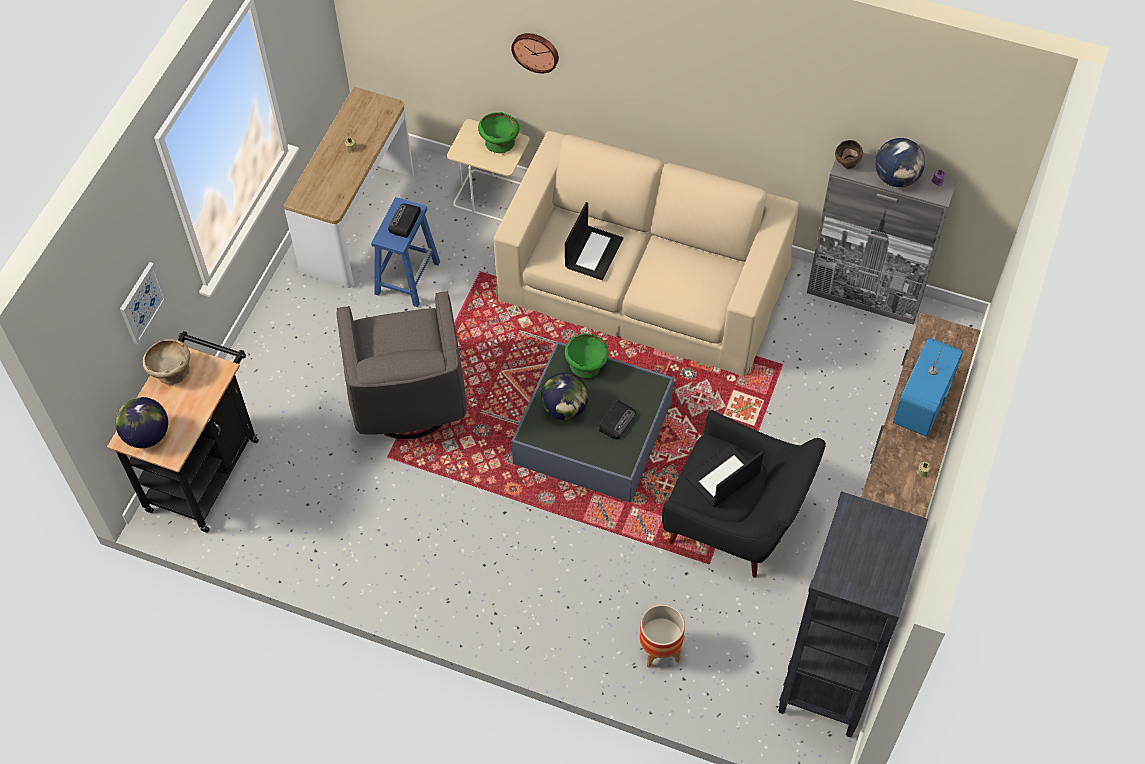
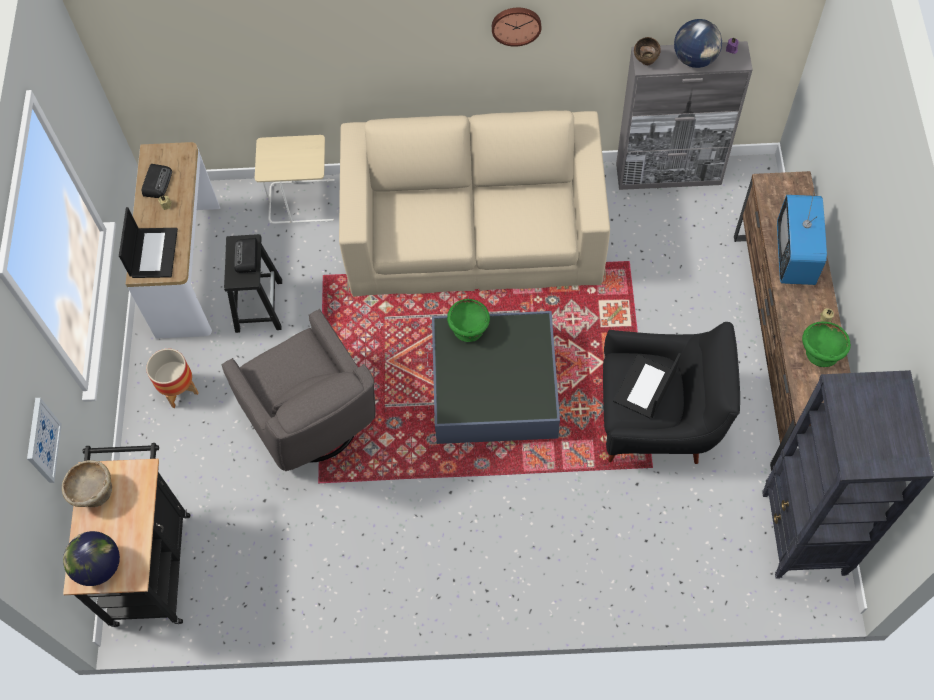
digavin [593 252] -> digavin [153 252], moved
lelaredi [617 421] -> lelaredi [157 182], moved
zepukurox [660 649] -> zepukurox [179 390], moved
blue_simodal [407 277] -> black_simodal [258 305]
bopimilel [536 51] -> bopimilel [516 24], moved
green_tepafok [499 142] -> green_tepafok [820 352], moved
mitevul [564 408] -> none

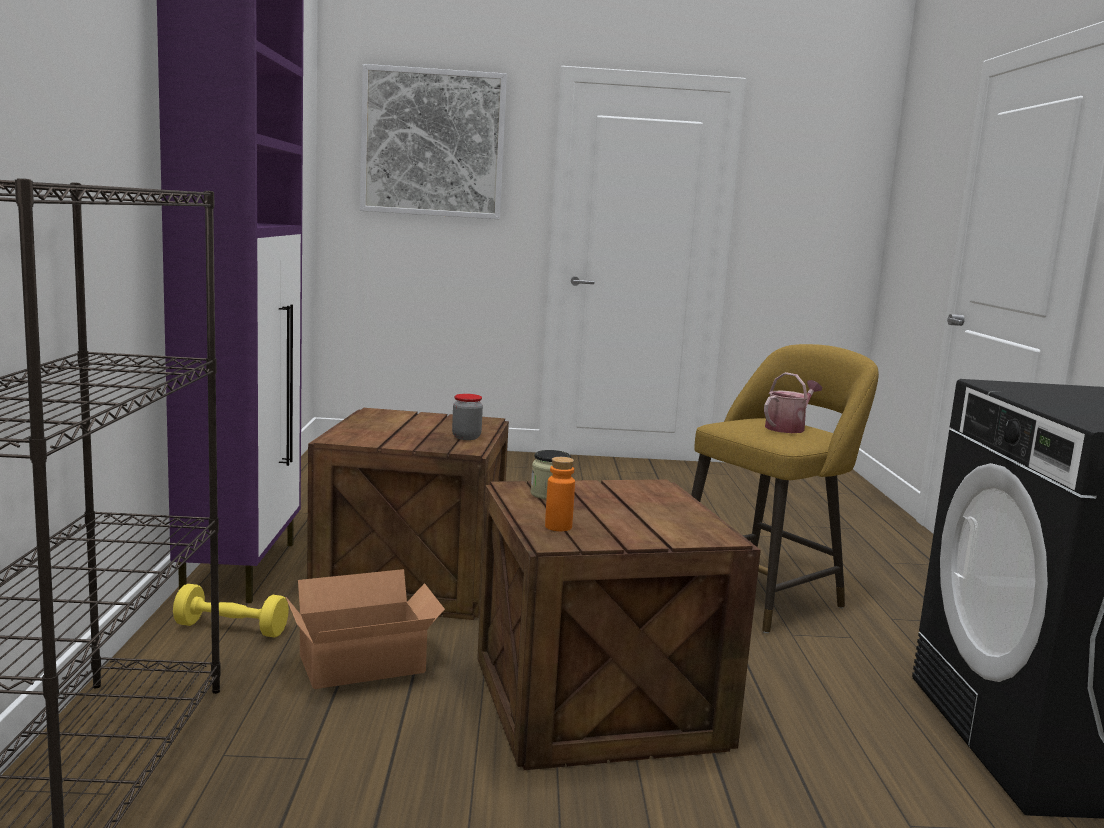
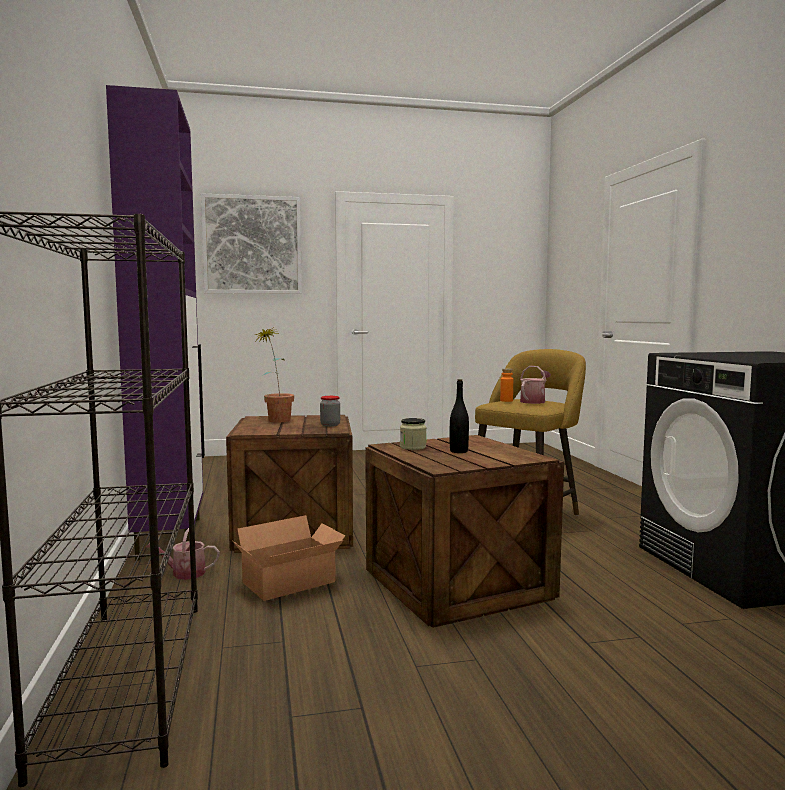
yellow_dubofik [231 629] -> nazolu [184 573]
none -> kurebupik [276 419]
none -> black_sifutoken [458 451]
orange_sifutoken [558 527] -> orange_sifutoken [506 401], moved

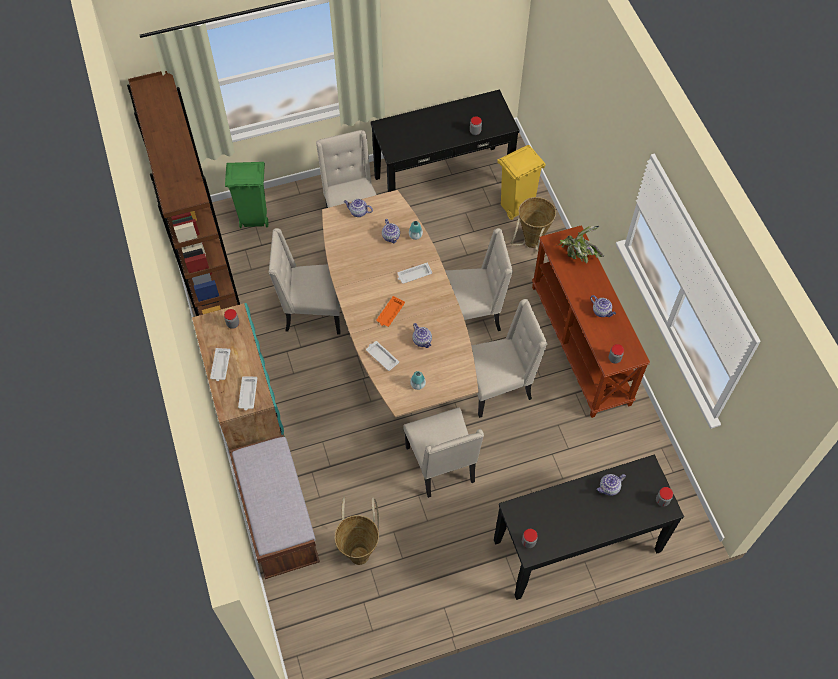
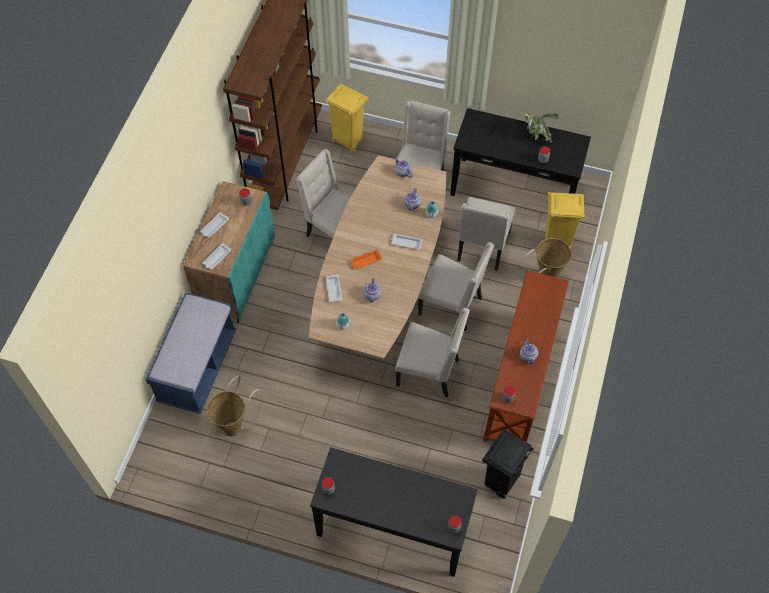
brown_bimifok [278 520] -> blue_bimifok [197 367]
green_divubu [254 219] -> yellow_divubu [347 140]
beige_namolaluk [442 465] -> beige_namolaluk [482 247], moved
none -> black_divubu [500 482]
kurebupik [577 255] -> kurebupik [536 133], moved
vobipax [608 488] -> none

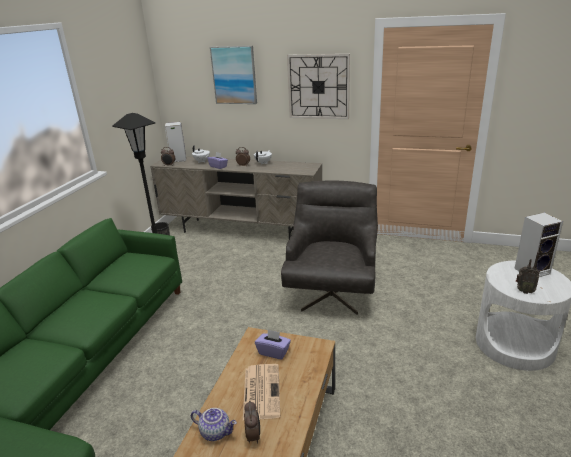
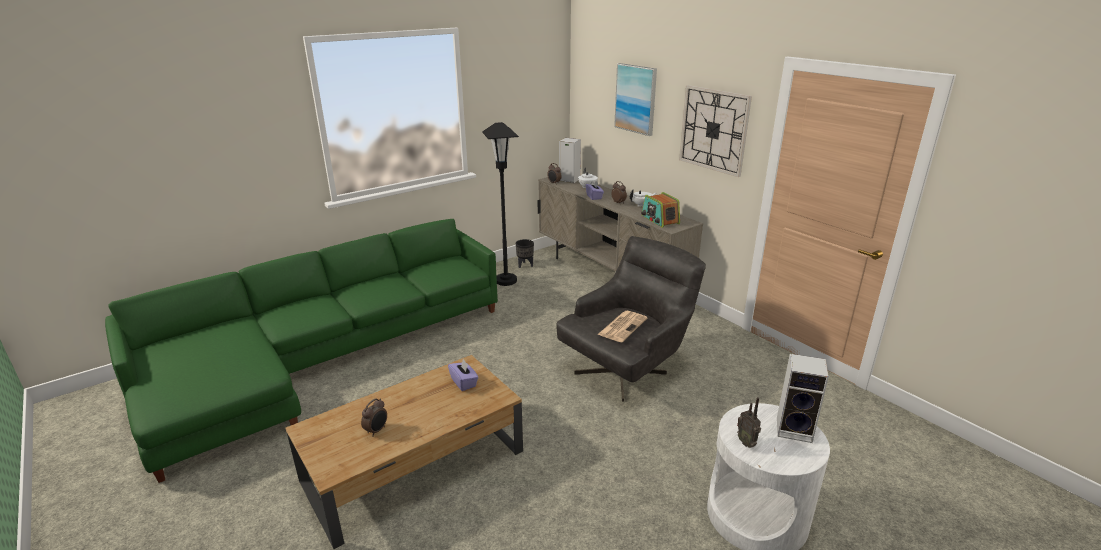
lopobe [261 391] -> lopobe [622 326], moved
none -> lelaredi [659 220]
vobipax [216 432] -> none

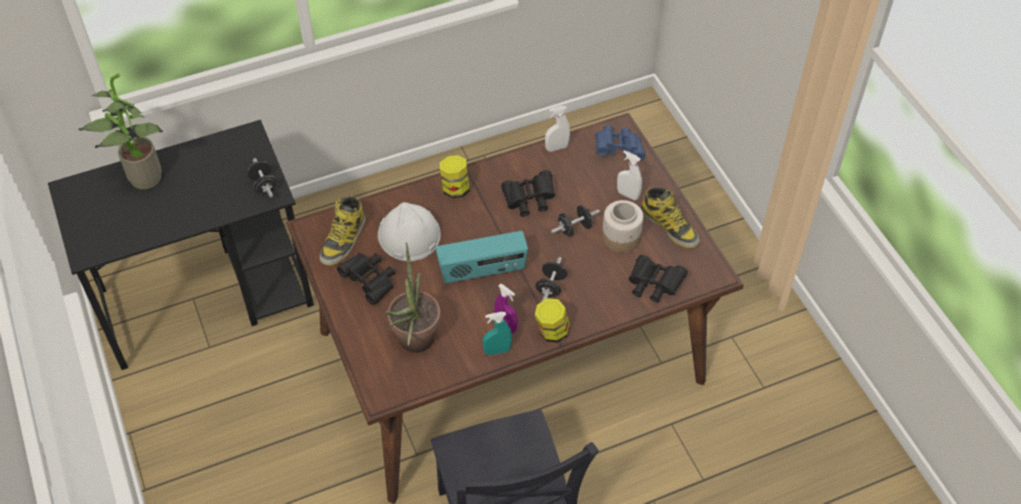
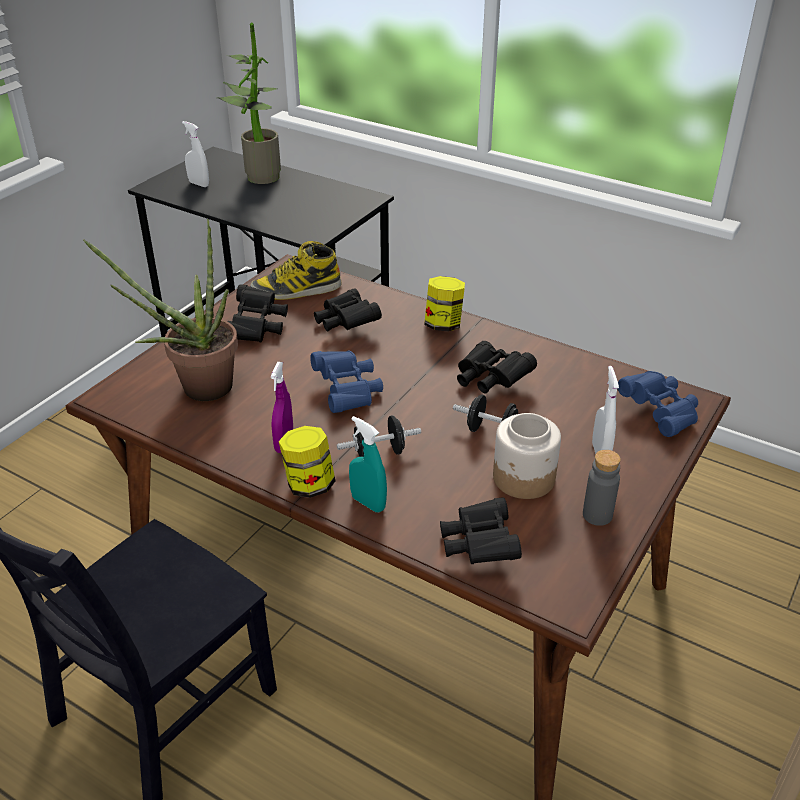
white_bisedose [556 148] -> white_bisedose [199 184], moved
lelaredi [482 271] -> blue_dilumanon [348 391]
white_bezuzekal [409 235] -> black_dilumanon [346 323]
turquoise_bisedose [497 351] -> turquoise_bisedose [368 503], moved
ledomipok [669 226] -> grey_sifutoken [597 515]
black_dubofik [264 185] -> none

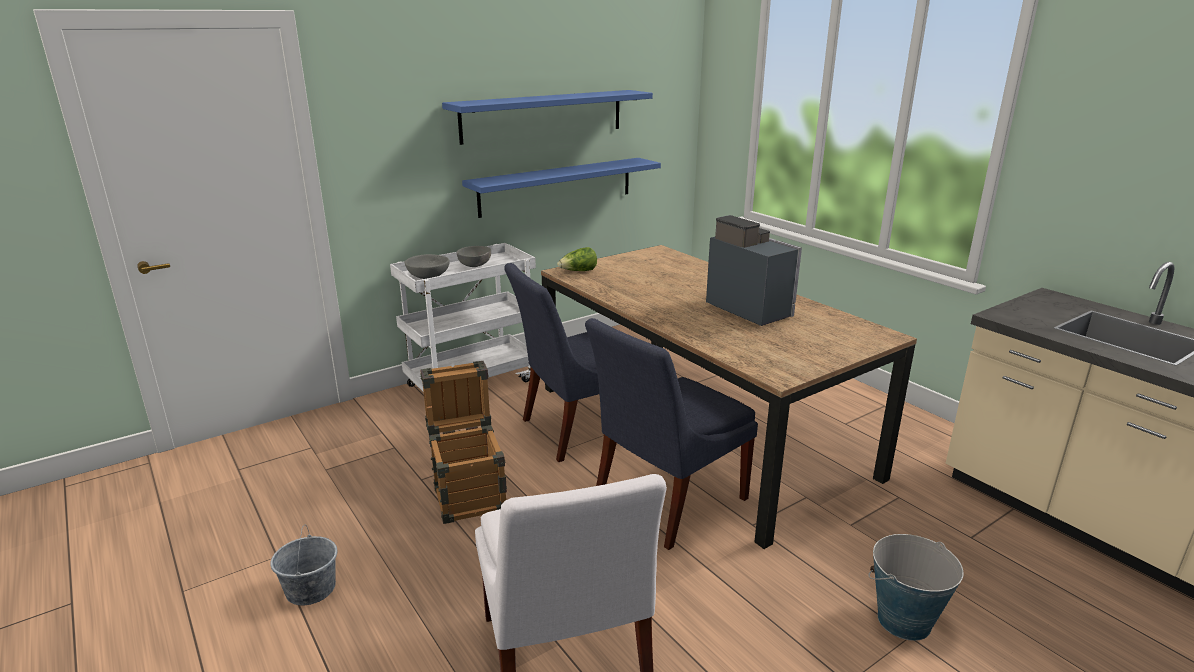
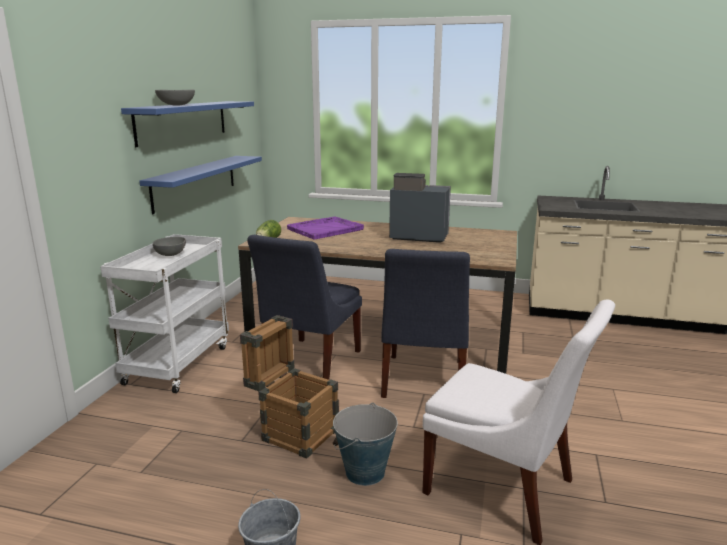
grey_tepafok [429 276] -> grey_tepafok [177 105], moved
none -> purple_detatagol [326 229]
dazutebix [903 621] -> dazutebix [365 472], moved

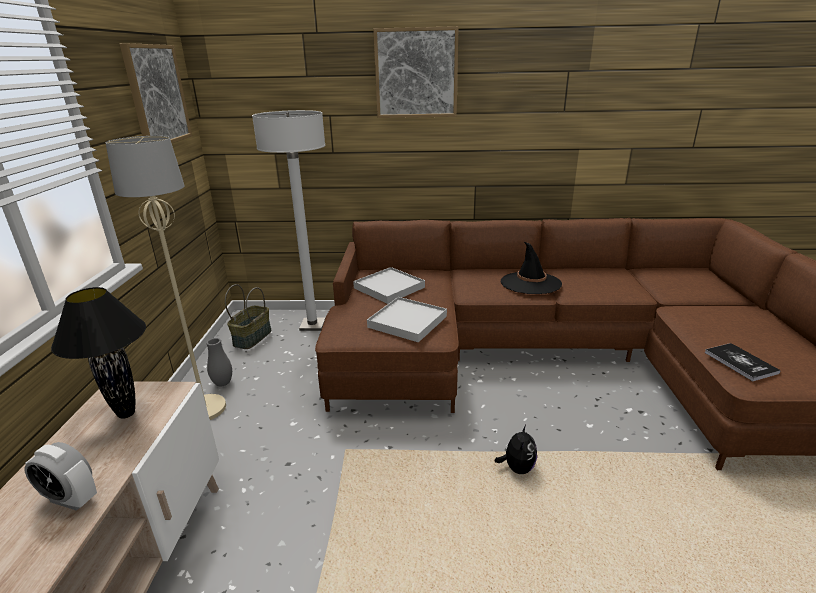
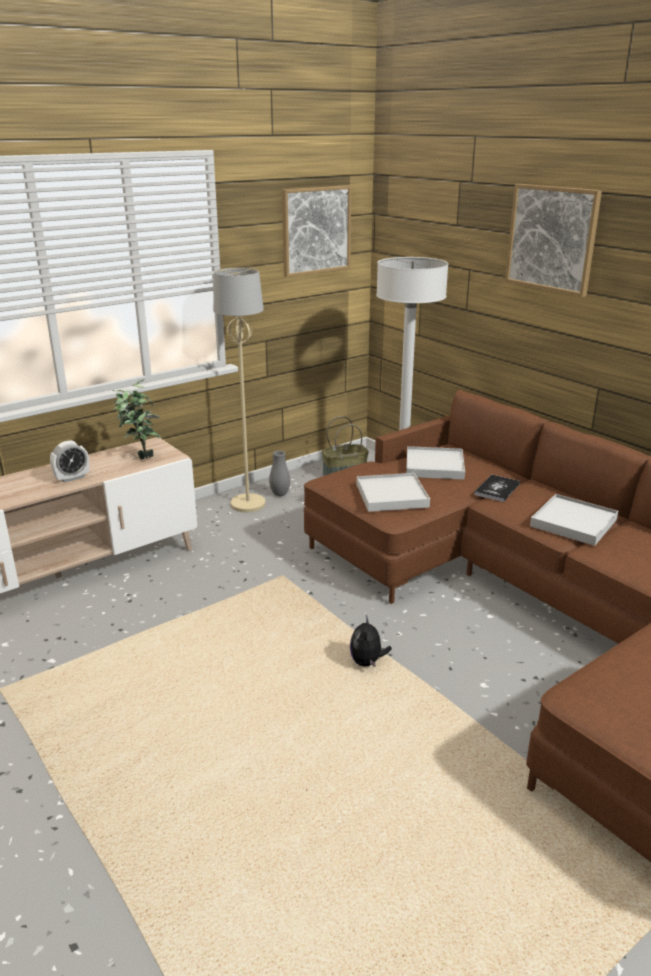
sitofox [71 499] -> sitofox [72 478], 105 degrees counterclockwise
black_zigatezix [126 413] -> kurebupik [140 456]
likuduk [517 468] -> likuduk [367 662], 120 degrees clockwise
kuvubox [740 362] -> kuvubox [497 489], moved
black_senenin [530 283] -> white_detatagol [573 523]

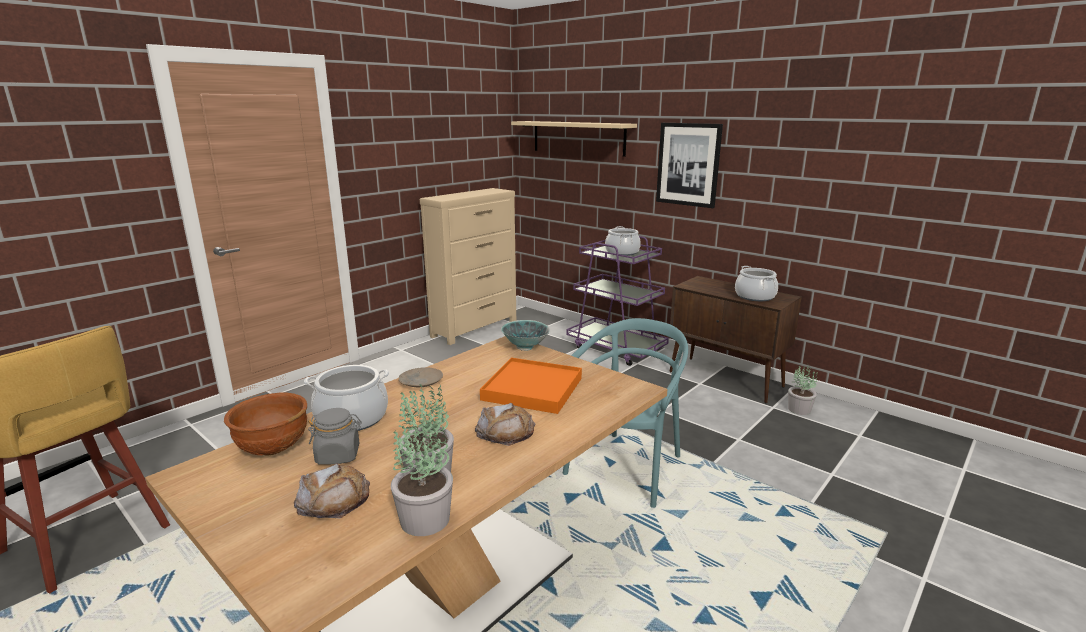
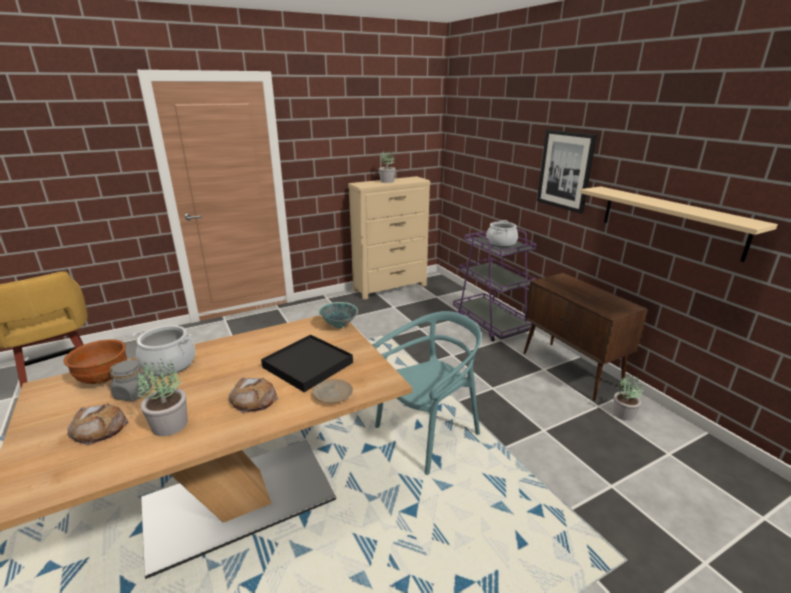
orange_detatagol [533 389] -> black_detatagol [308 365]
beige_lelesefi [420 382] -> beige_lelesefi [332 395], moved
kurebupik [425 520] -> kurebupik [387 181], moved
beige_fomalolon [578 137] -> beige_fomalolon [670 221], moved
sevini [754 296] -> none

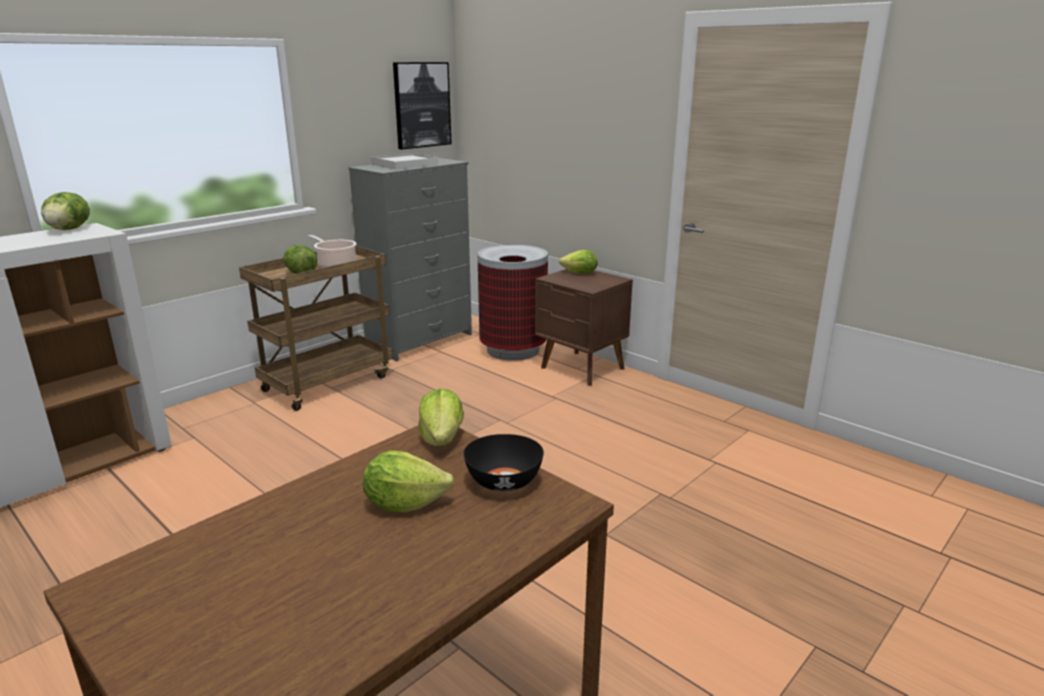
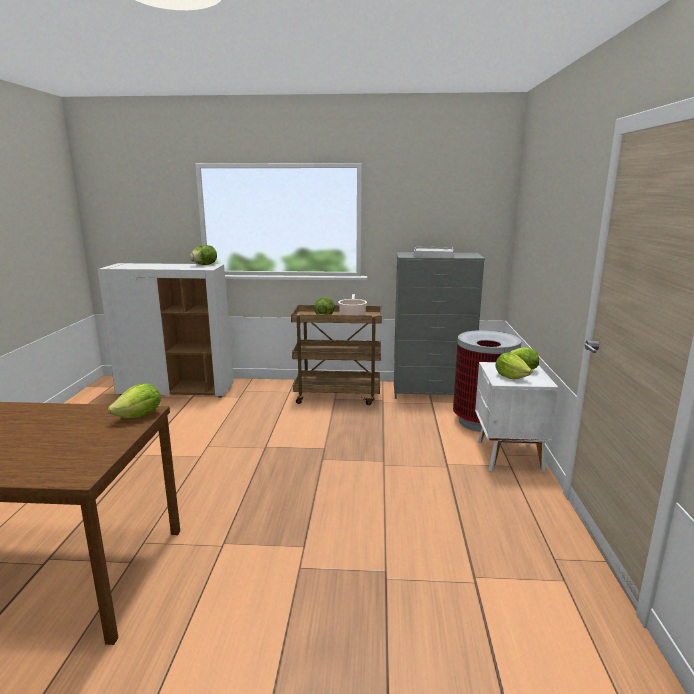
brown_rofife [582 369] -> white_rofife [508 457]
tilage [404 503] -> tilage [511 377], moved
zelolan [421 105] -> none
black_tepafok [503 481] -> none

